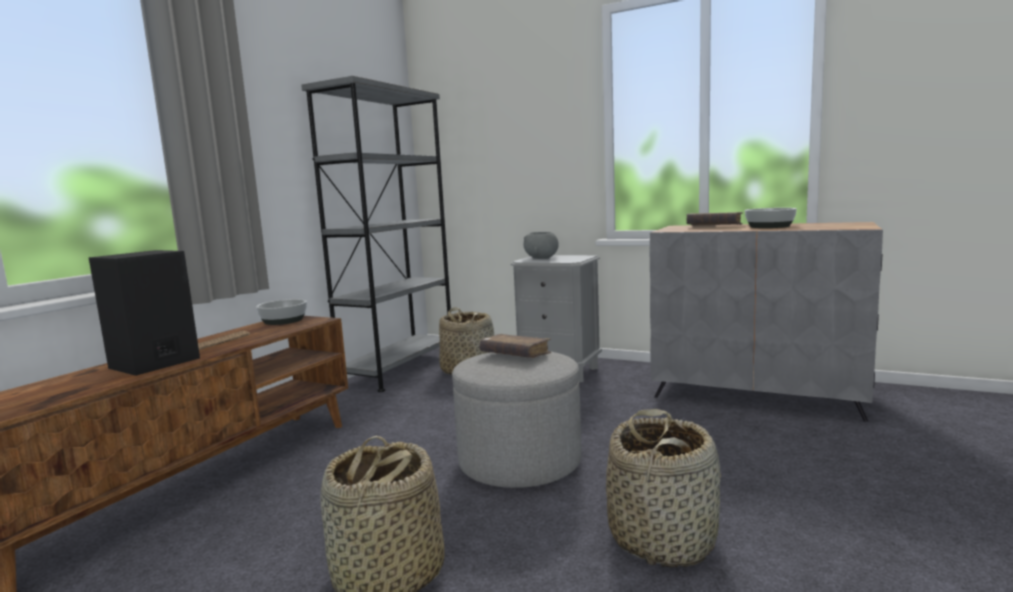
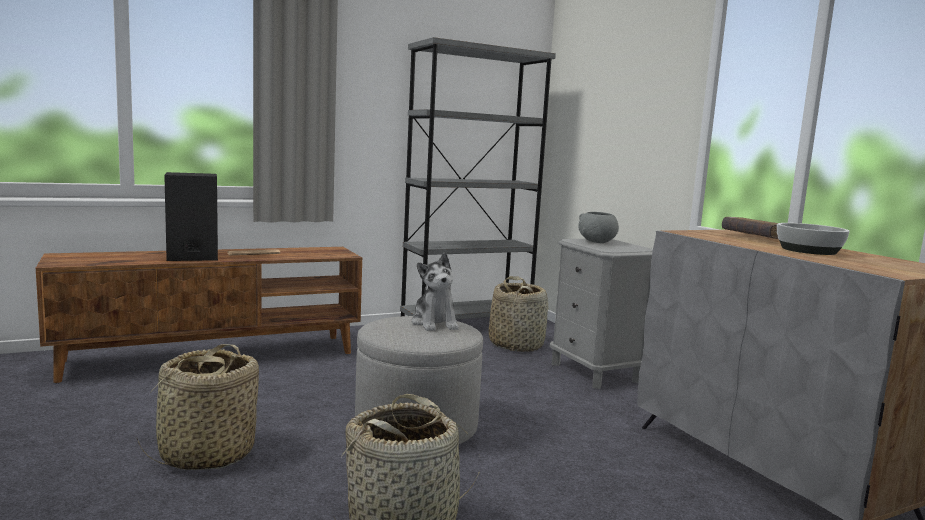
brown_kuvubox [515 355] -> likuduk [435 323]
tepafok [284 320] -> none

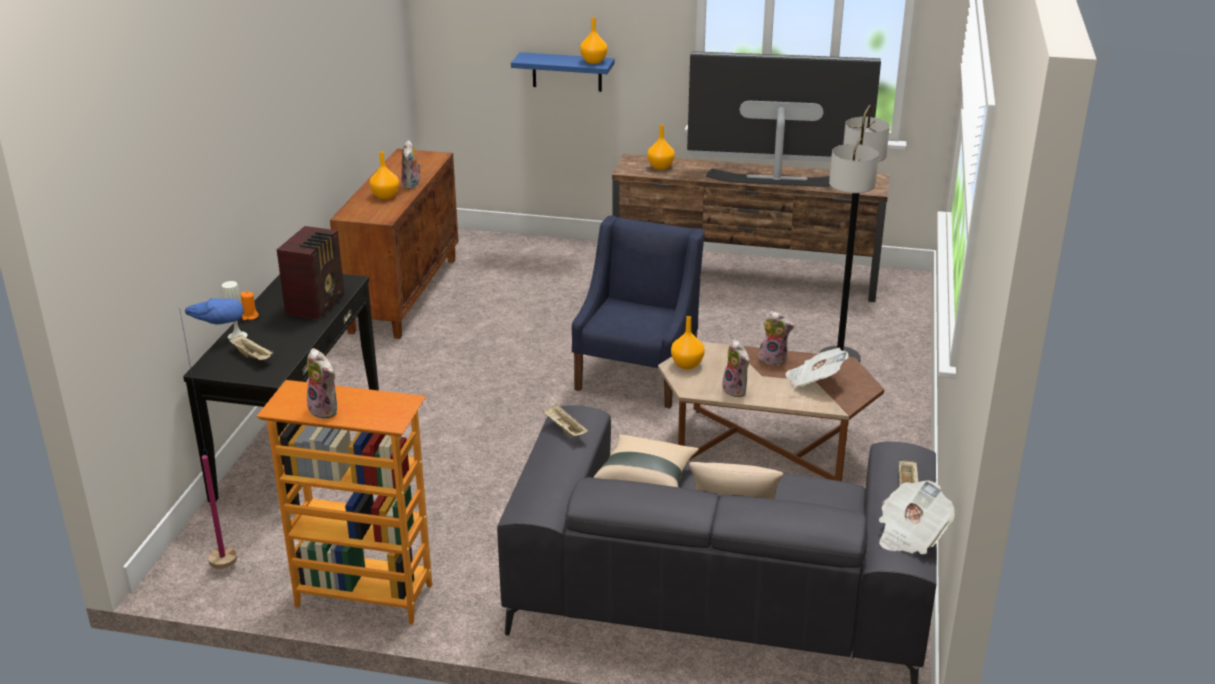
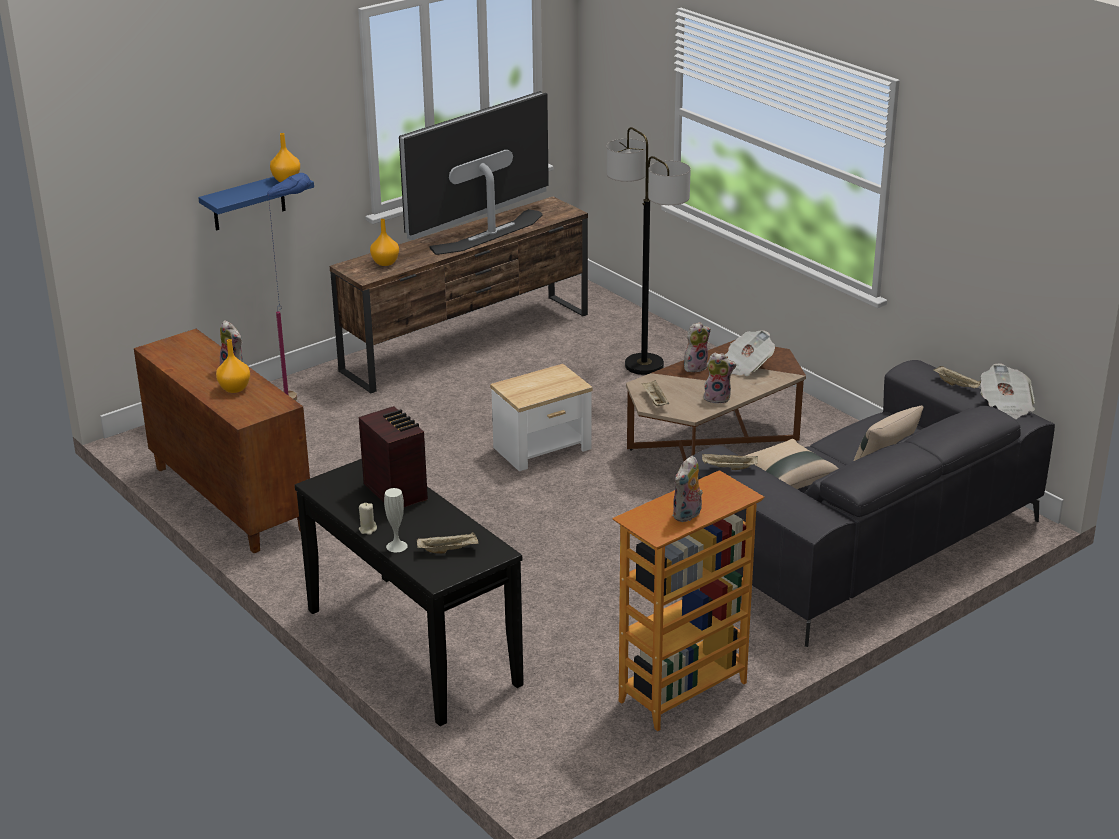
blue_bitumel [246 569] -> blue_bitumel [302 398], moved
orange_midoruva [250 316] -> beige_midoruva [368 529]
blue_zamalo [638 375] -> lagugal [542 449]
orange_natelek [686 364] -> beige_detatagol [654 400]
likuduk [326 410] -> likuduk [687 515], 135 degrees clockwise

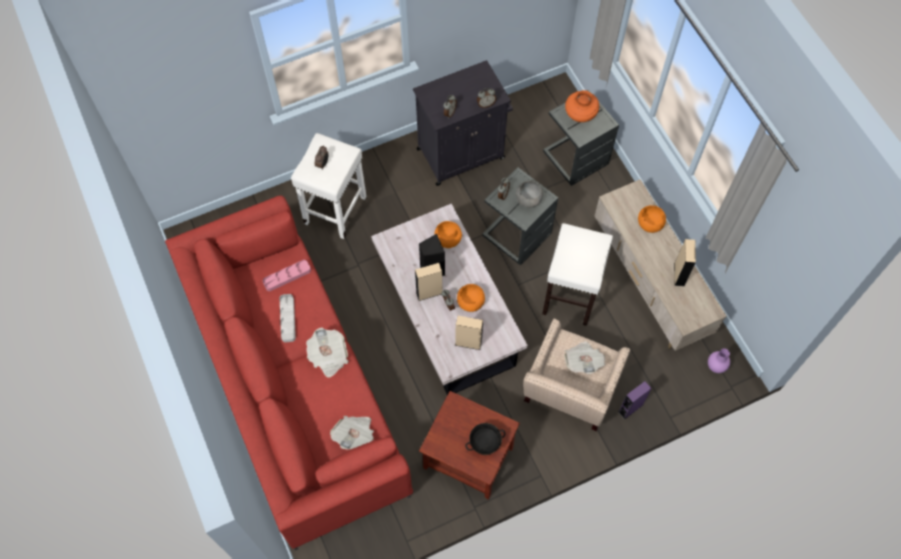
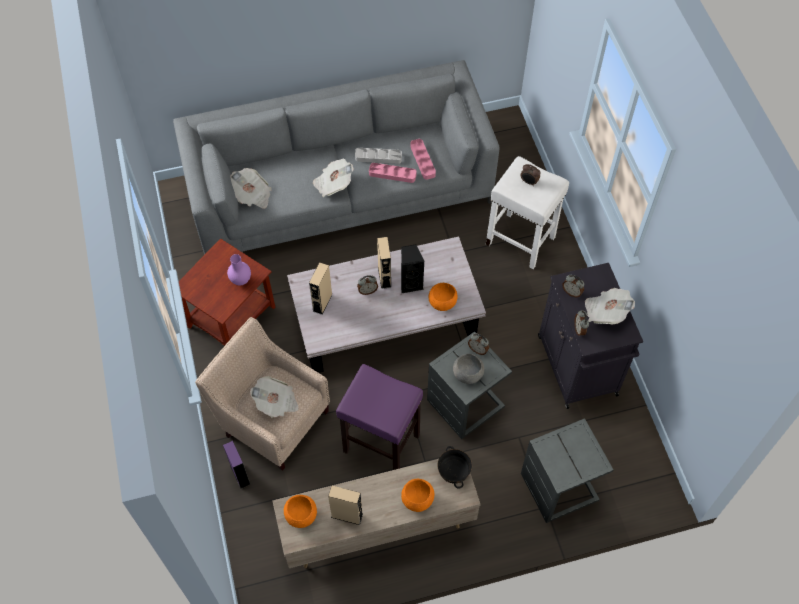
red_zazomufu [295 384] -> grey_zazomufu [340 190]
purple_natelek [715 367] -> purple_natelek [240 280], moved
orange_tepafok [470 302] -> orange_tepafok [301 515], moved
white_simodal [570 296] -> purple_simodal [380 443]
none -> pink_detatagol [392 174]
black_tepafok [485 444] -> black_tepafok [453 473], moved
none -> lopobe [606 312]
orange_natelek [580 114] -> none

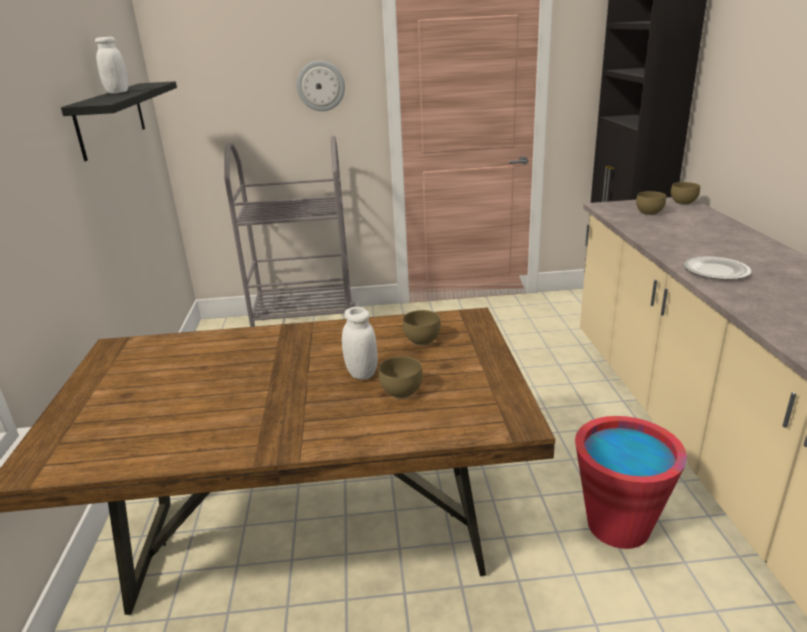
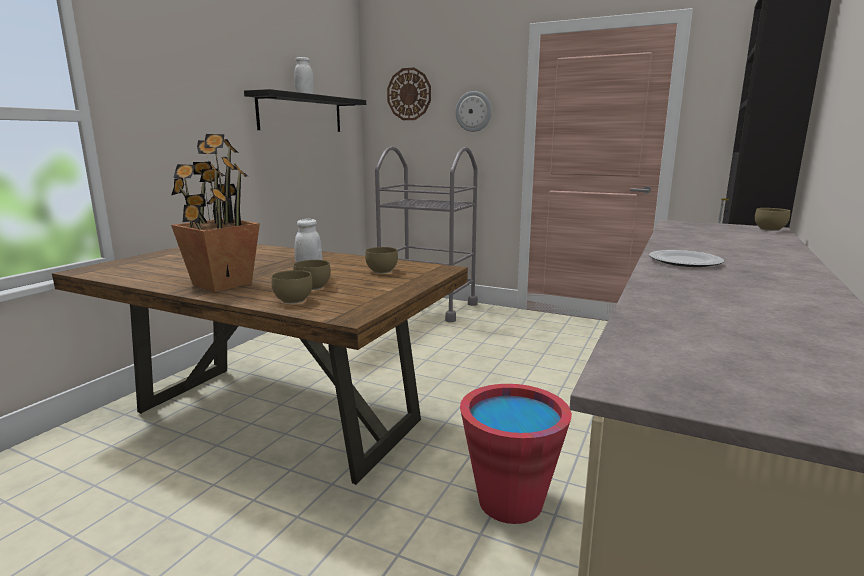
none -> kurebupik [221 284]
brown_tepafok [649 213] -> brown_tepafok [292 301], moved
none -> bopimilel [409 94]

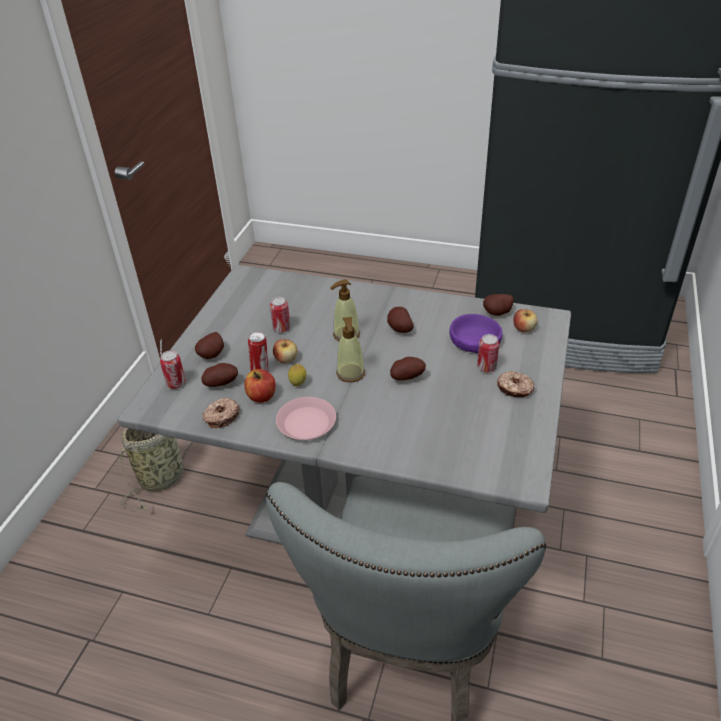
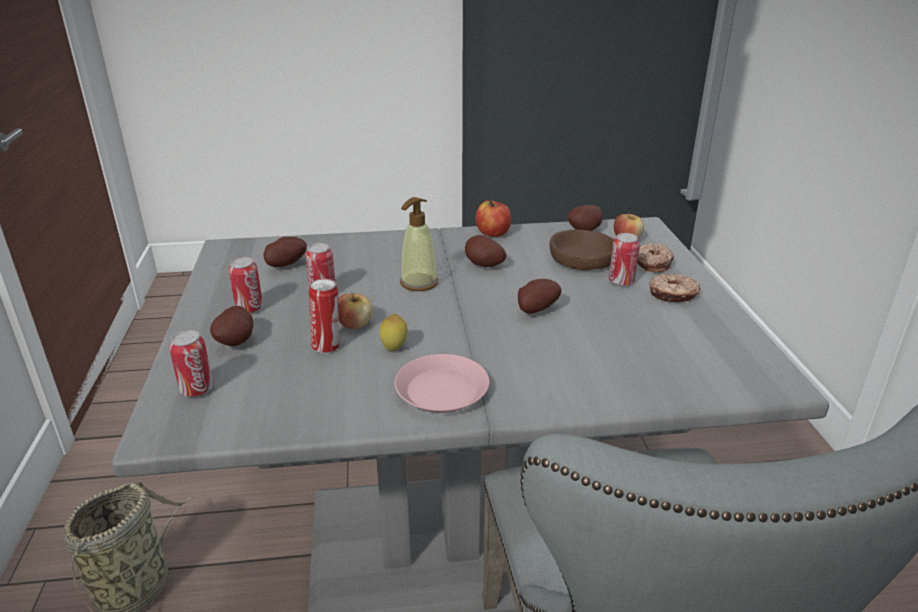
none -> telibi [249 308]
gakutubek [222 383] -> gakutubek [285 265], moved
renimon [261 396] -> renimon [493 233], moved
purple_tepafok [475 340] -> brown_tepafok [582 259]
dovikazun [221 416] -> dovikazun [652 264], moved
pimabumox [350 373] -> none

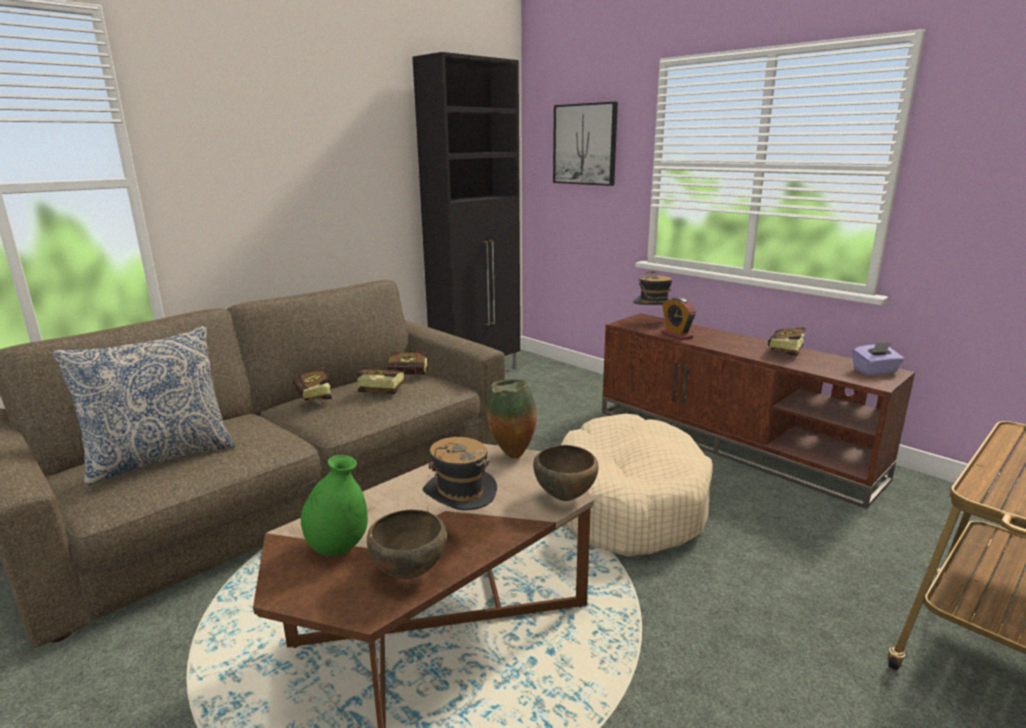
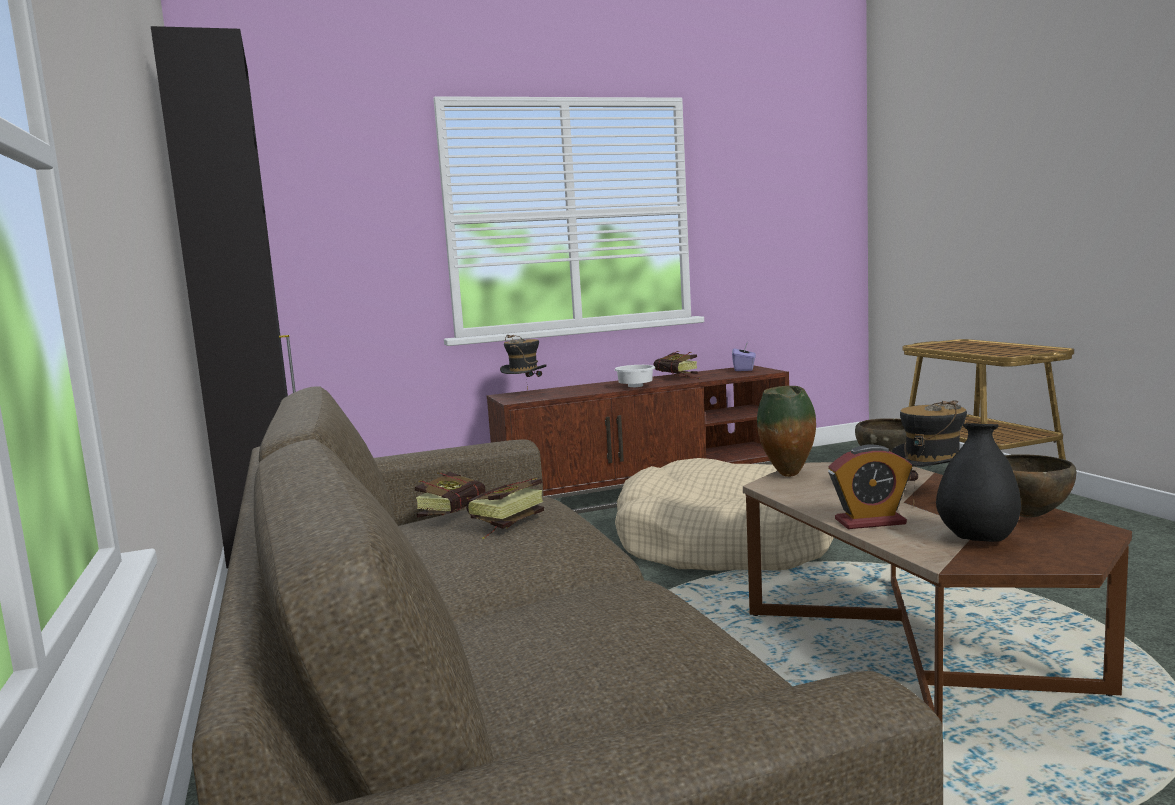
none -> white_tepafok [634 387]
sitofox [676 335] -> sitofox [870 522], moved
green_natelek [338 547] -> black_natelek [977 540]
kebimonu [161 457] -> none
kuvubox [315 400] -> none
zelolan [585 144] -> none

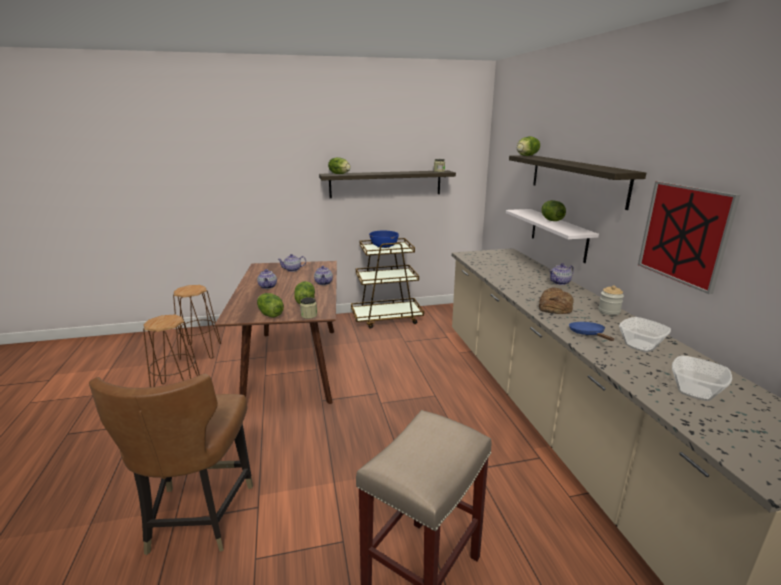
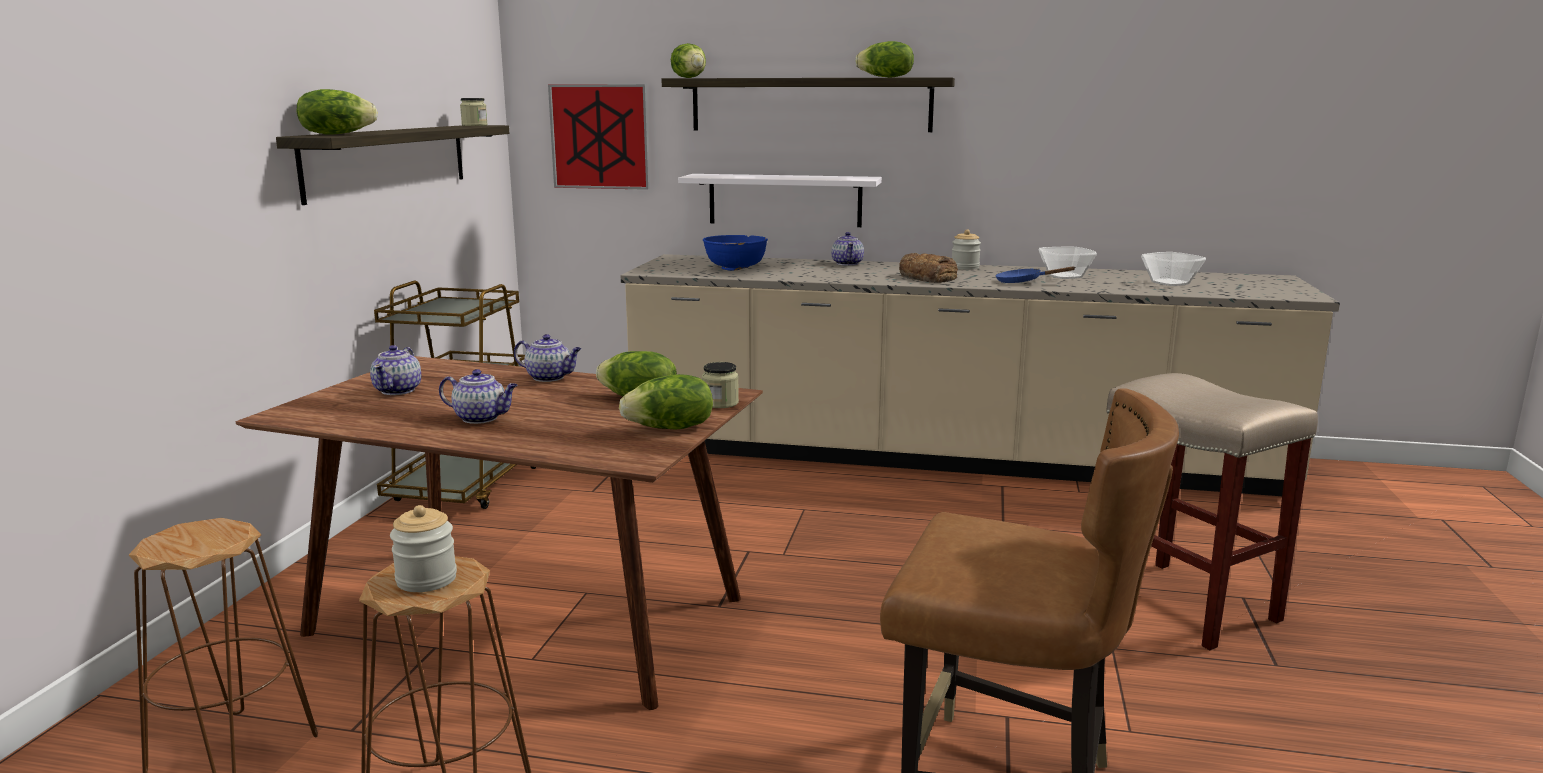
none -> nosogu [426 579]
zelolan [684 234] -> zelolan [600 137], moved
blue_tepafok [384 247] -> blue_tepafok [735 268], moved
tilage [550 220] -> tilage [886 77], moved

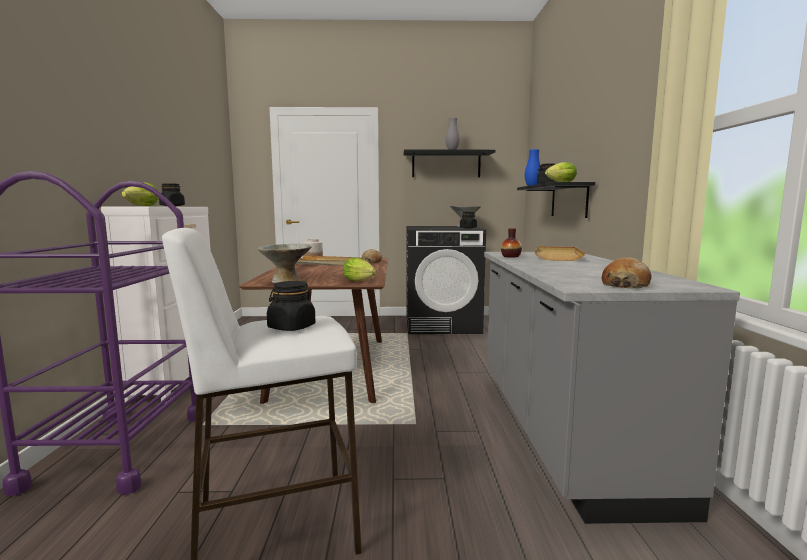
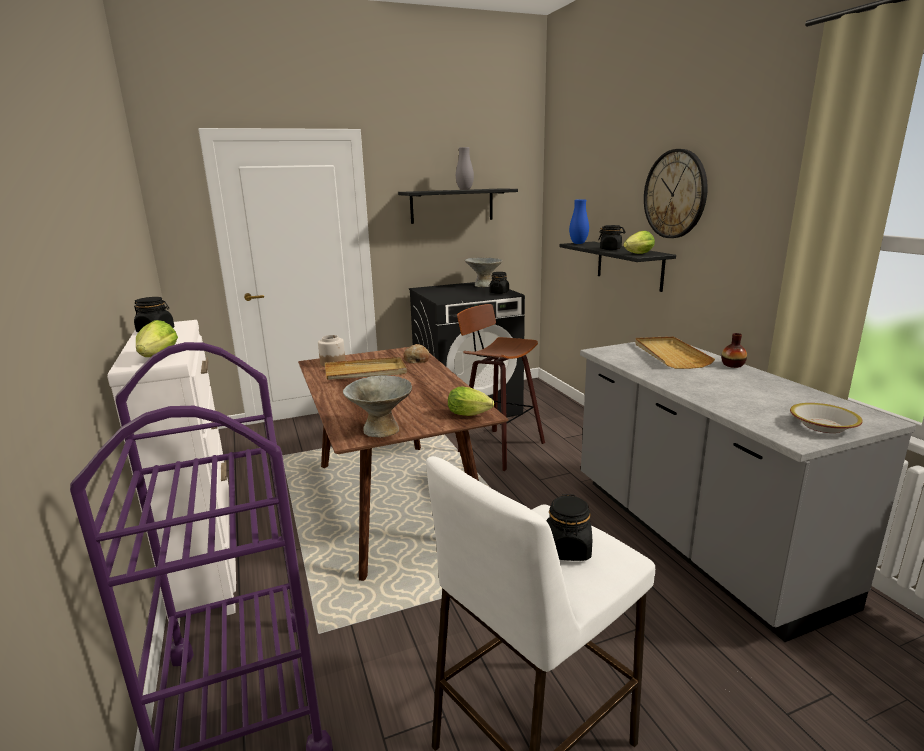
none -> simodal [498 447]
none -> bopimilel [675 194]
natelek [511 256] -> natelek [732 365], moved
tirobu [625 285] -> tepafok [823 426]

